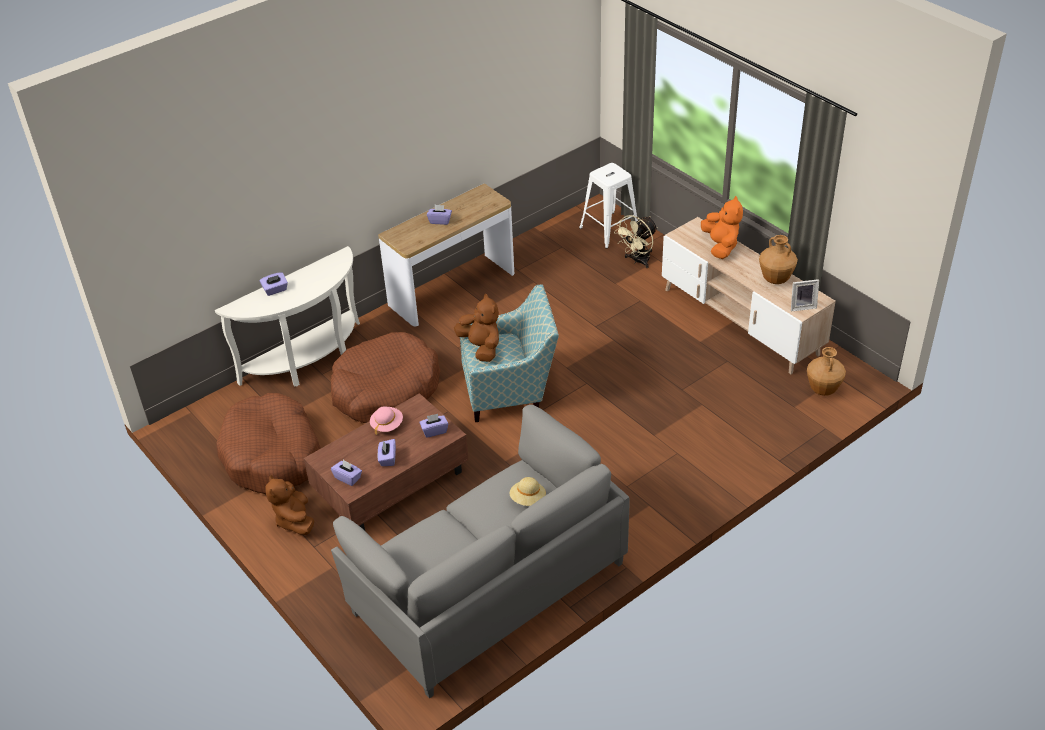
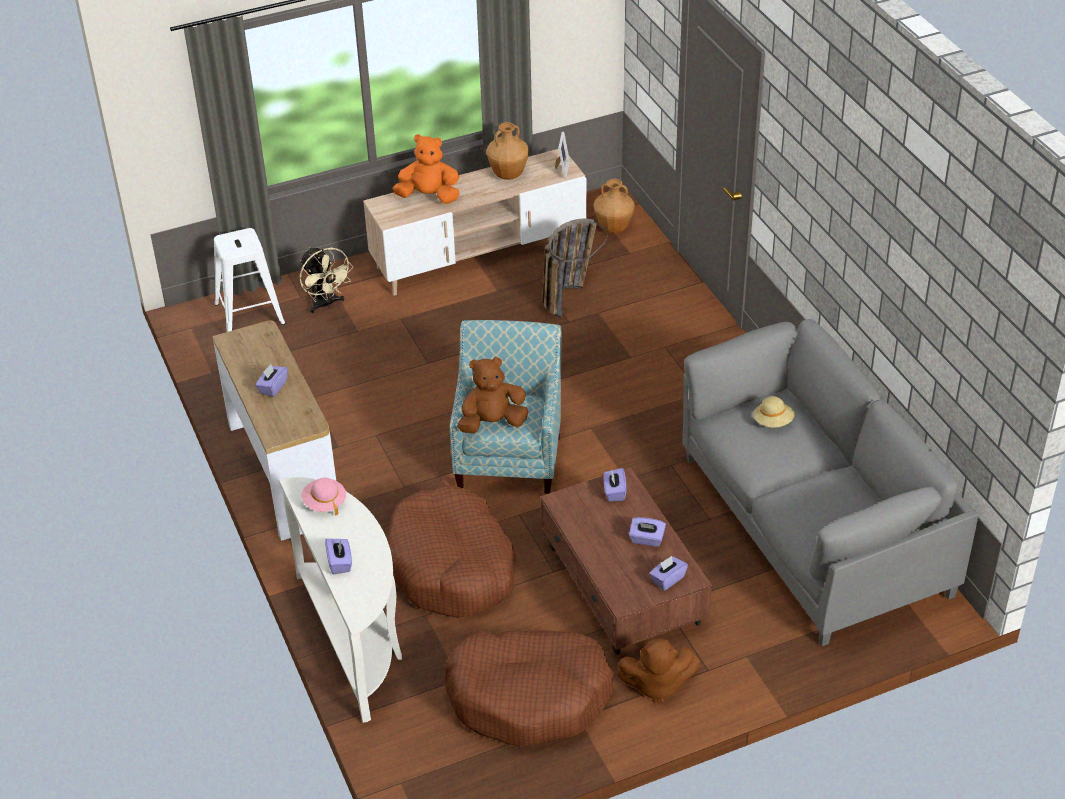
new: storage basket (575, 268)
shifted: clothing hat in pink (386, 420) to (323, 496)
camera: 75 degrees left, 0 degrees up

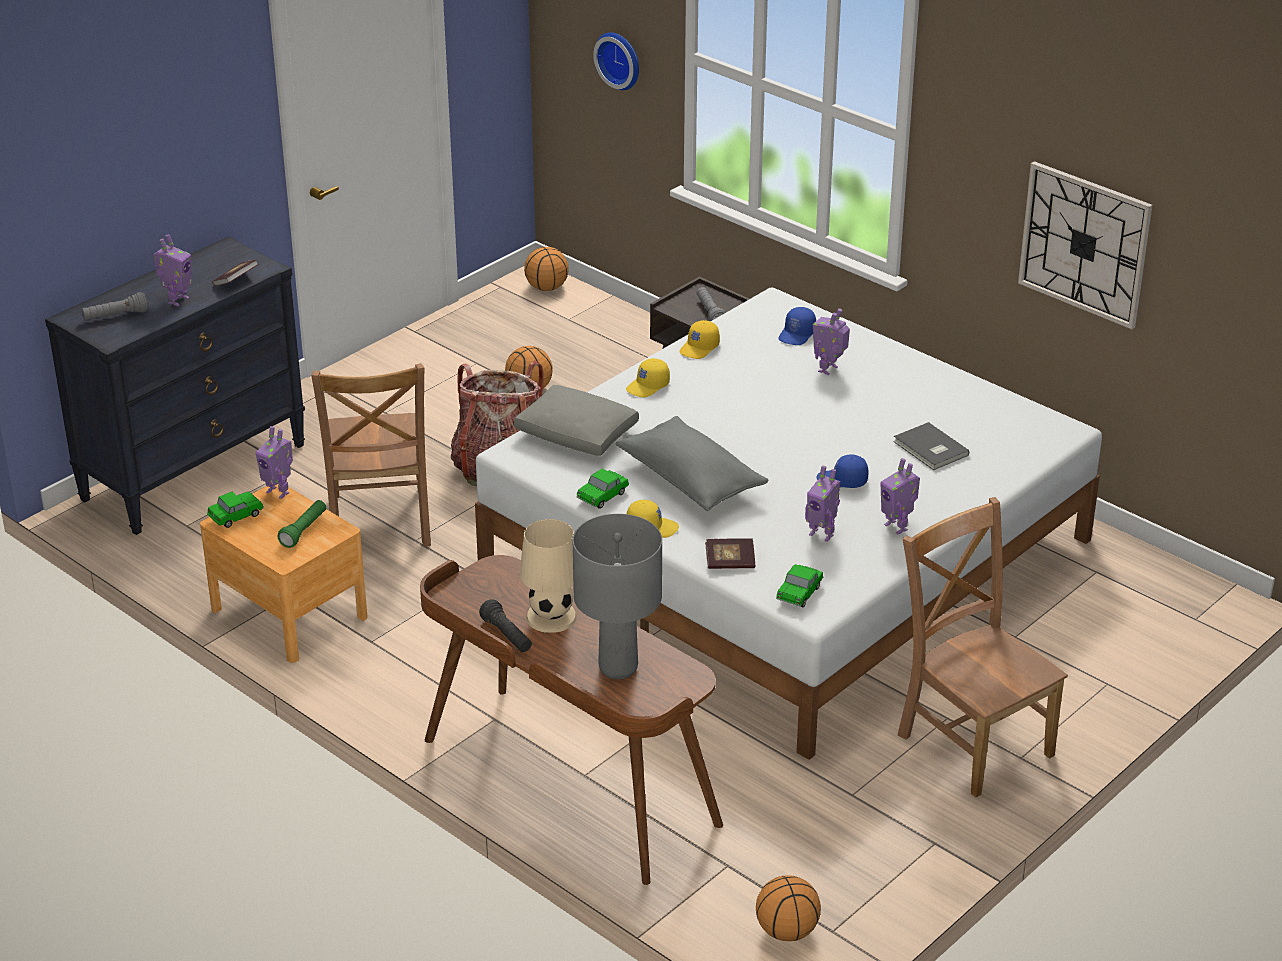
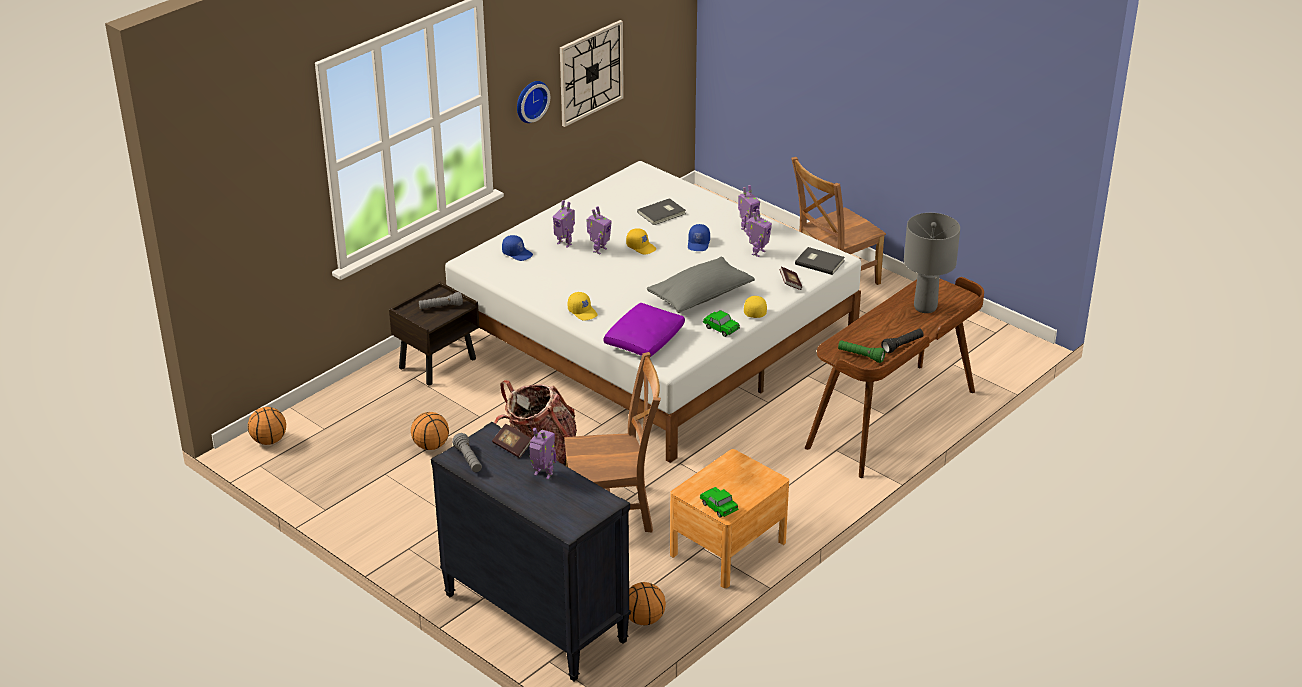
gone: lamp for a table in beige-coloured (548, 576)
shifted: torch in grey (115, 306) to (467, 452); model robot (274, 462) to (599, 230); torch in green-coloured (302, 524) to (862, 351); clock on the wall (616, 61) to (533, 102); baseball cap in yellow (699, 339) to (641, 241); basketball (788, 908) to (647, 603)
swapped: toy car (799, 585) to bound book in grey (820, 261)
repainted: cushion in grey (576, 420) to cushion in purple-coloured (644, 330)
camera: 90 degrees left, 0 degrees up

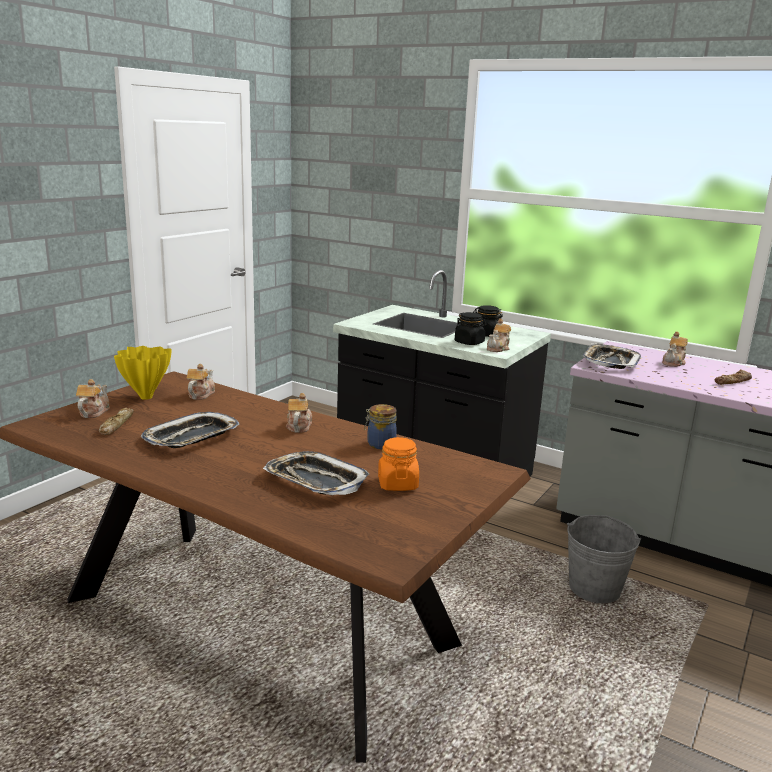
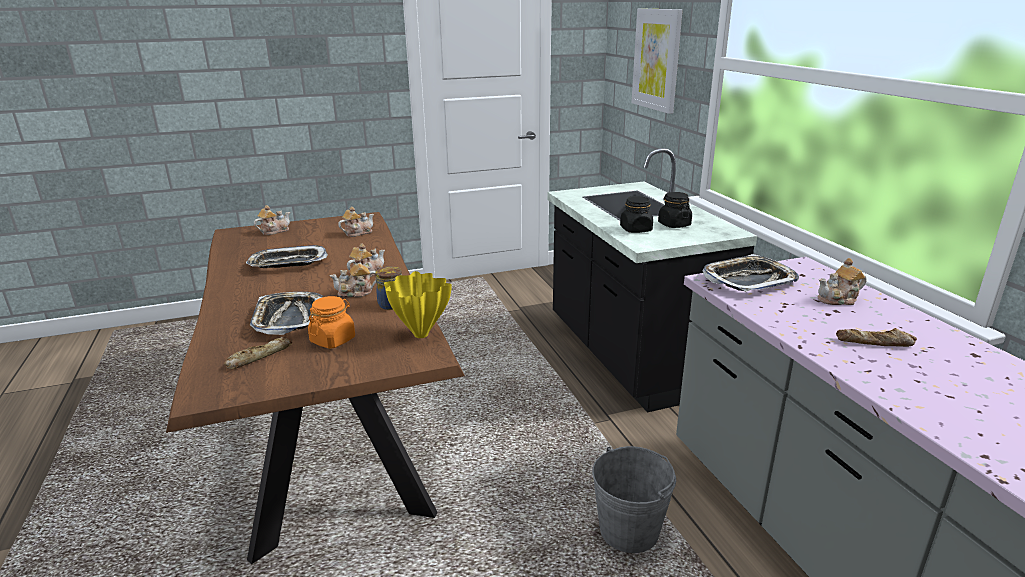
new: picture (657, 61)
shifted: baked bread (116, 421) to (258, 353); flower vase in yellow (143, 373) to (418, 304); pot for tea (499, 335) to (352, 277)
camera: 40 degrees right, 5 degrees up

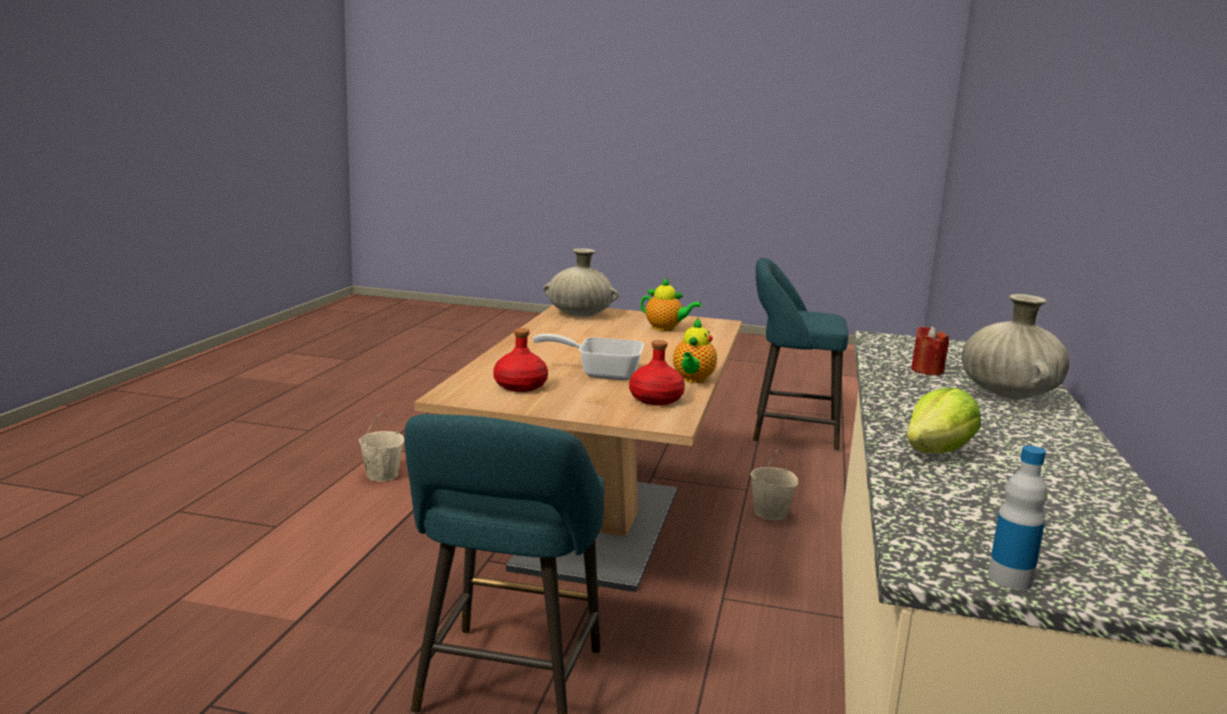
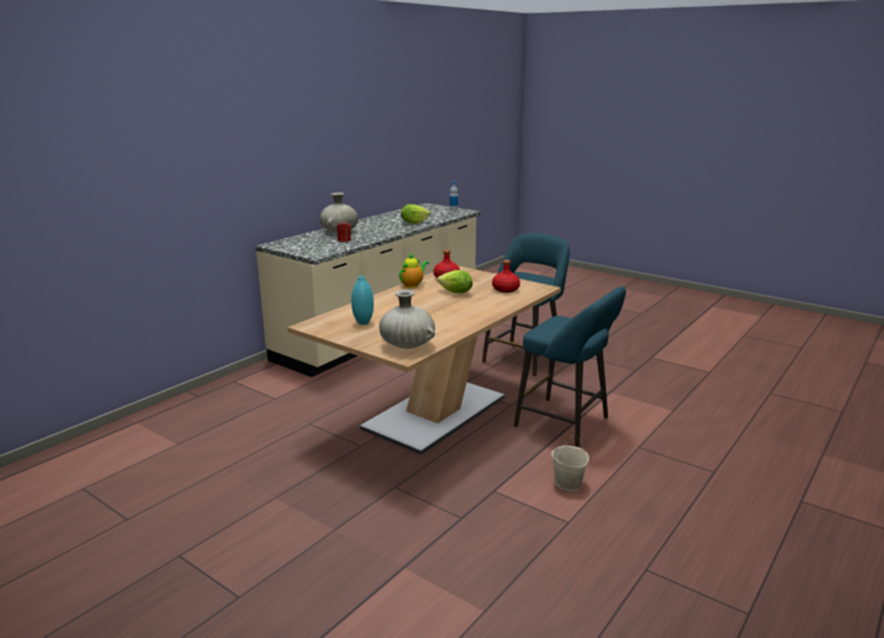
gone: water bucket in beige-coloured (774, 485)
shifted: stool in turquoise-coloured (800, 354) to (570, 366)
swapped: frying pan (588, 357) to head of lettuce (455, 281); pot for tea (671, 304) to flower vase in turquoise-coloured (362, 300)
camera: 155 degrees left, 5 degrees up

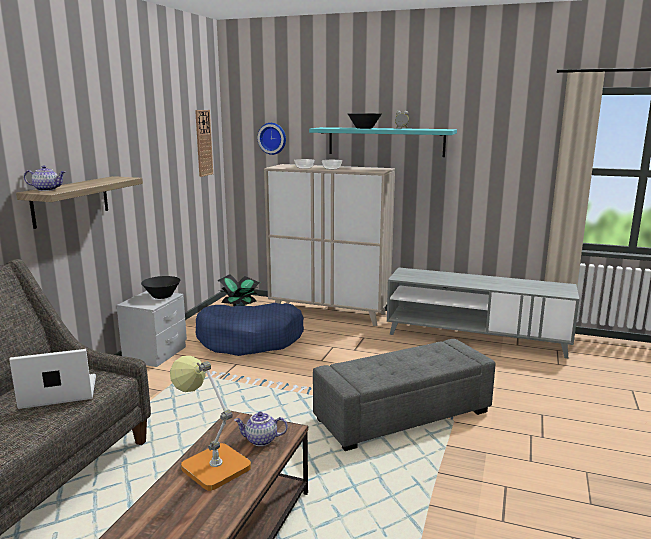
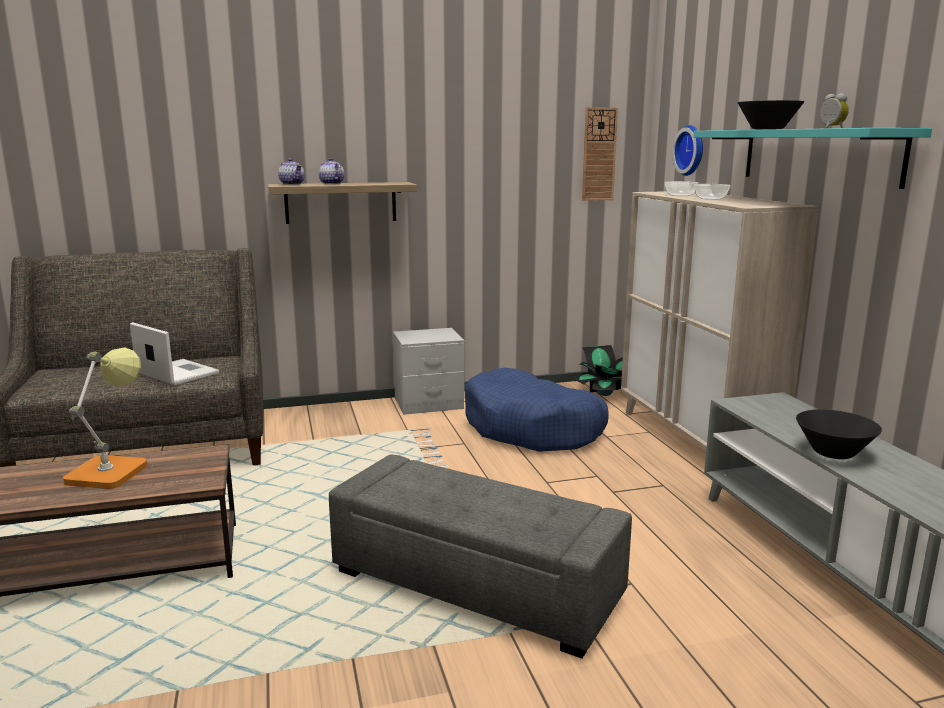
shifted: bowl in black-coloured (161, 287) to (839, 434); pot for tea (261, 429) to (331, 171)
camera: 55 degrees right, 0 degrees up

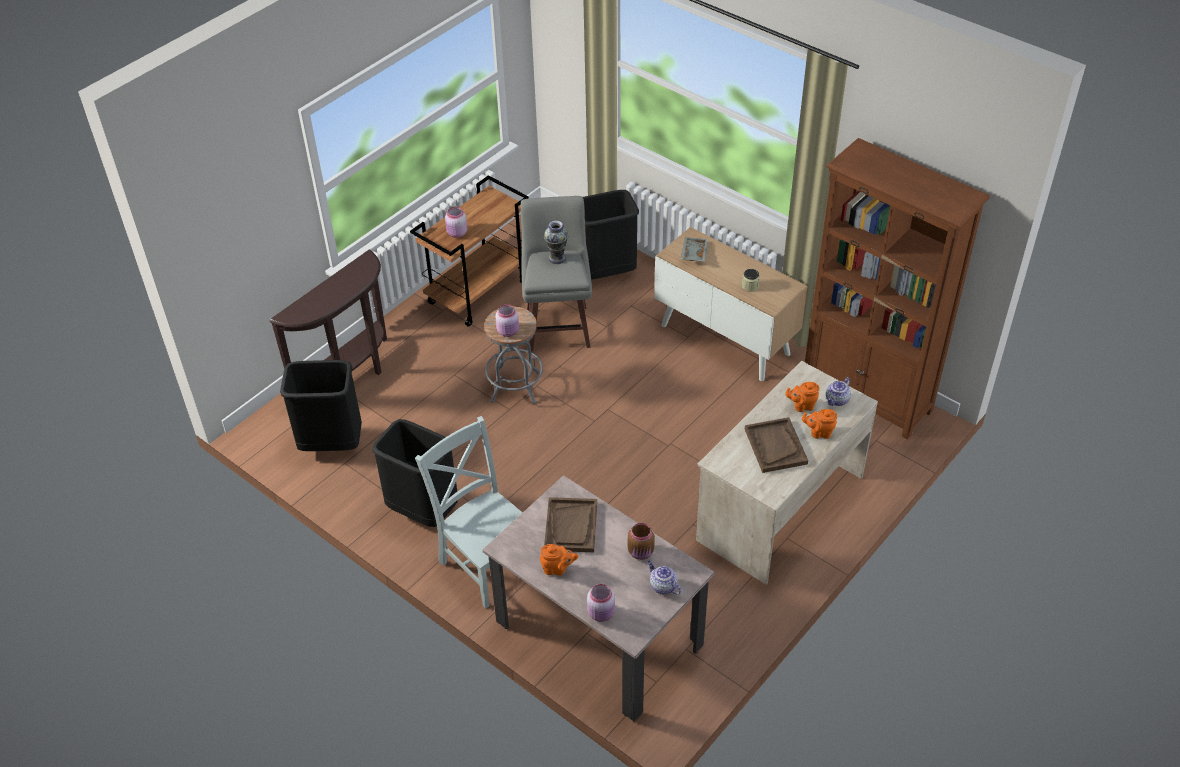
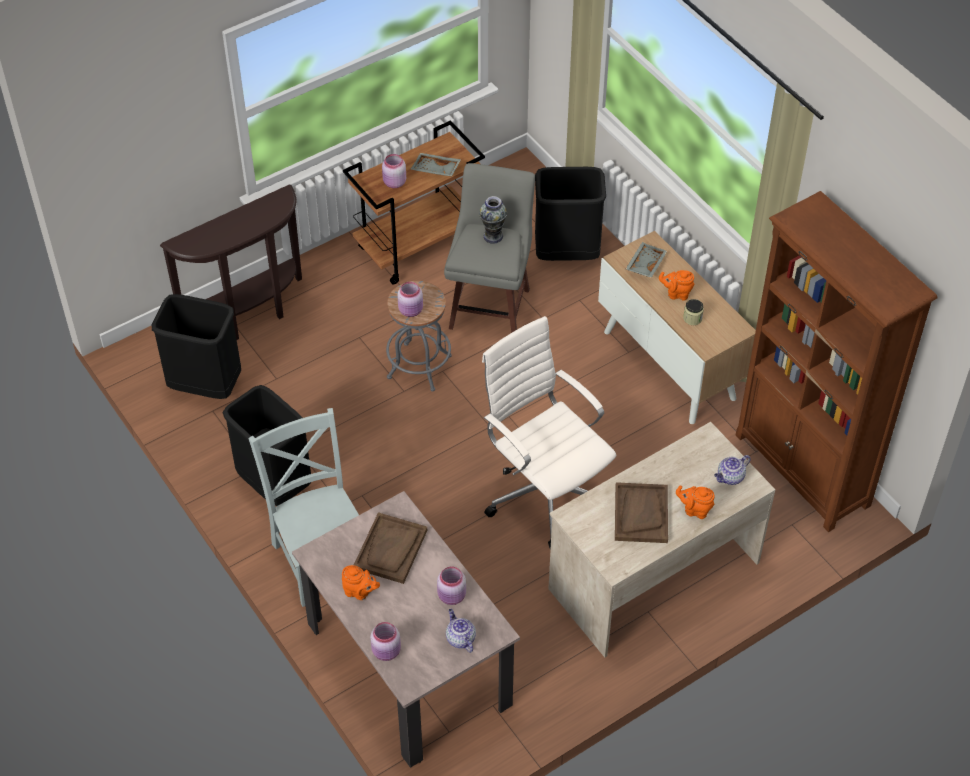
new: tray in grey (436, 165); desk chair in white (549, 433)
shifted: pot for tea in orange-coloured (802, 397) to (676, 285)
repainted: storage jar in brownish (641, 541) to storage jar in pink (451, 585)
camera: 15 degrees right, 5 degrees up

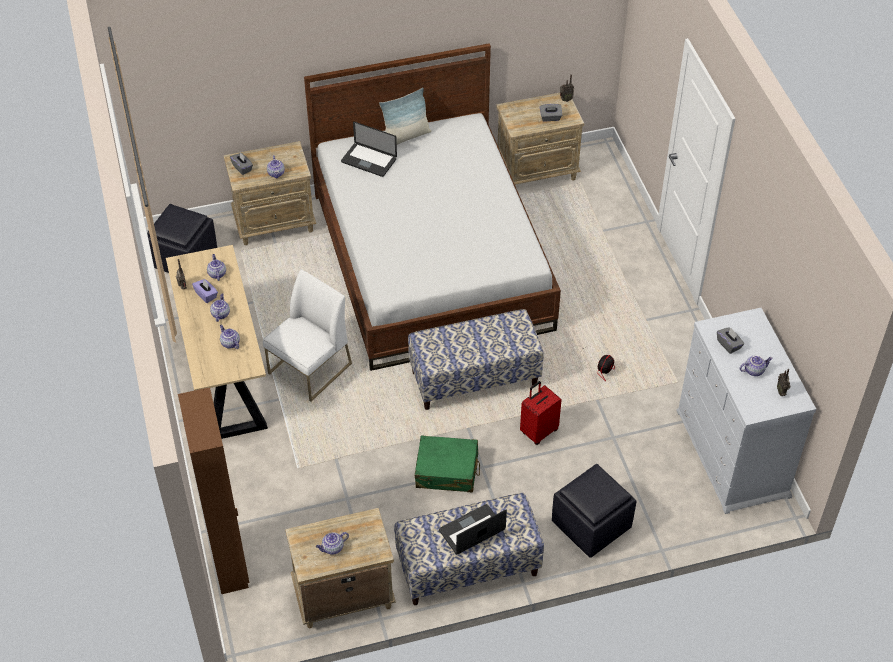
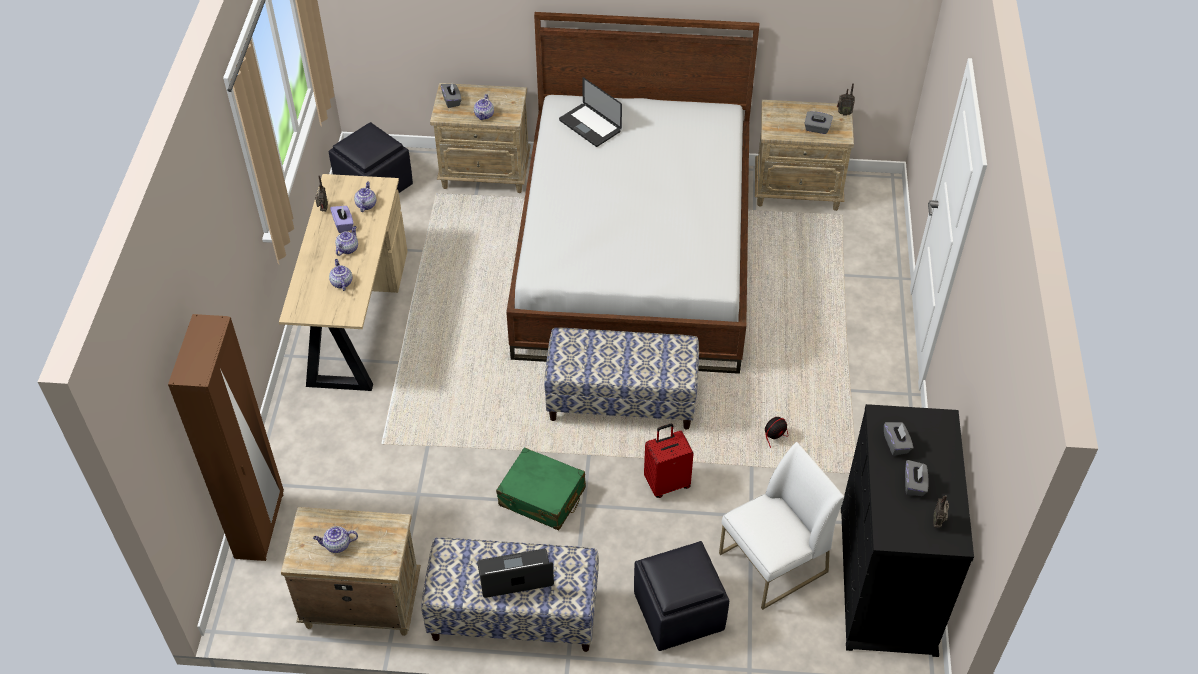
gone: cushion (405, 116)
shifted: chair in white (307, 335) to (781, 526)
swapped: pot for tea (756, 366) to tissue box in grey (916, 478)
repainted: dresser in white (746, 411) to dresser in black-coloured (907, 530)
camera: 20 degrees right, 0 degrees up

